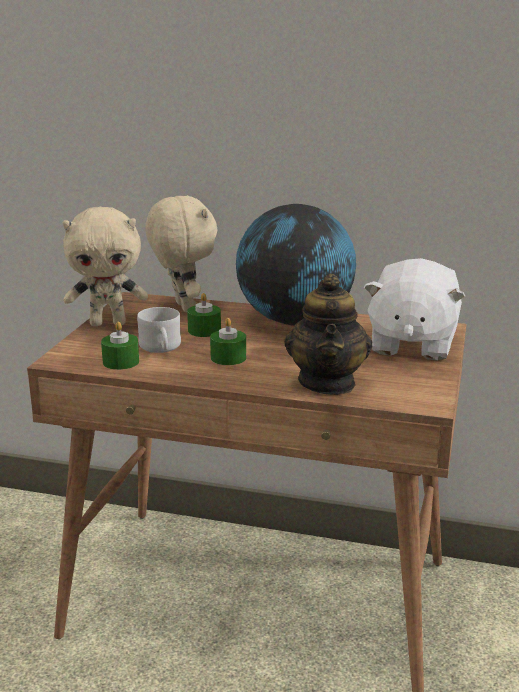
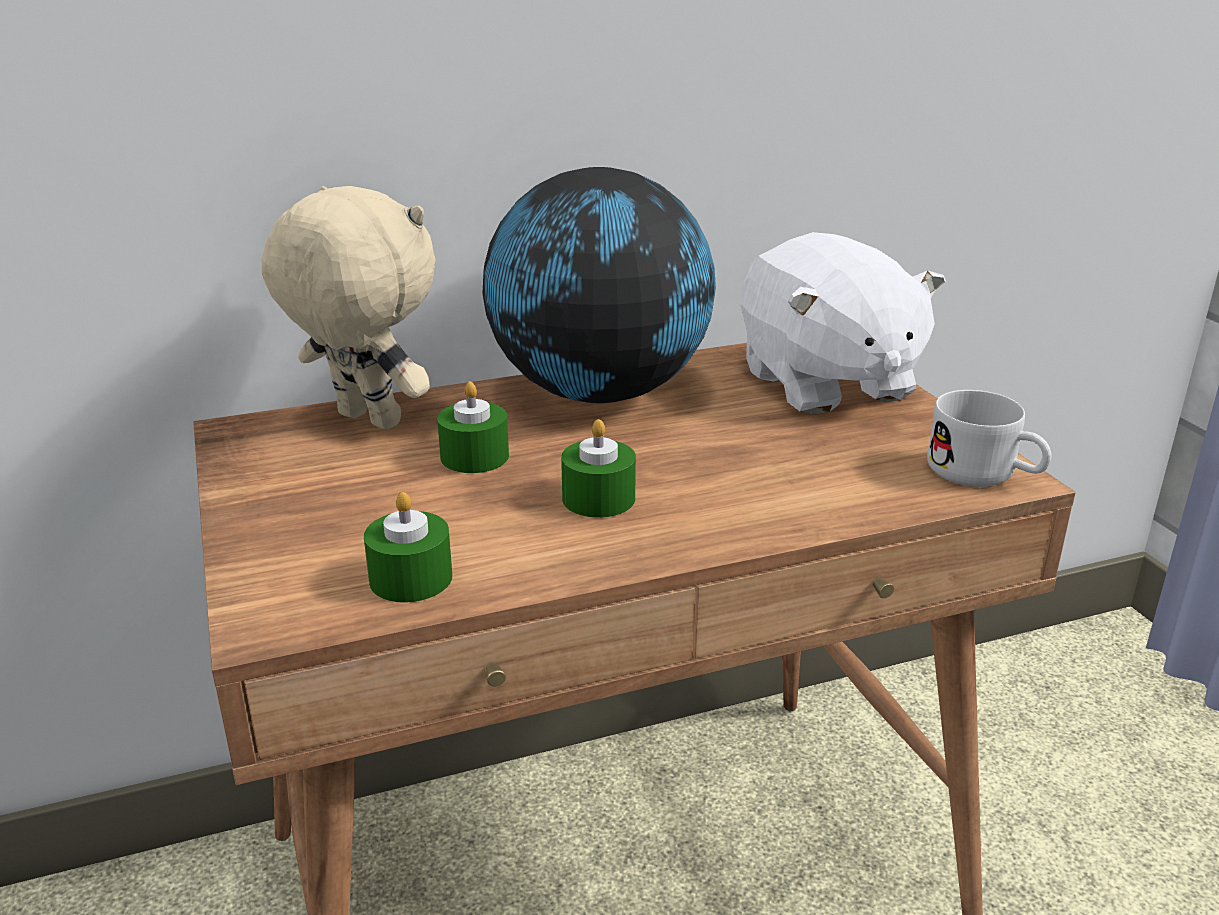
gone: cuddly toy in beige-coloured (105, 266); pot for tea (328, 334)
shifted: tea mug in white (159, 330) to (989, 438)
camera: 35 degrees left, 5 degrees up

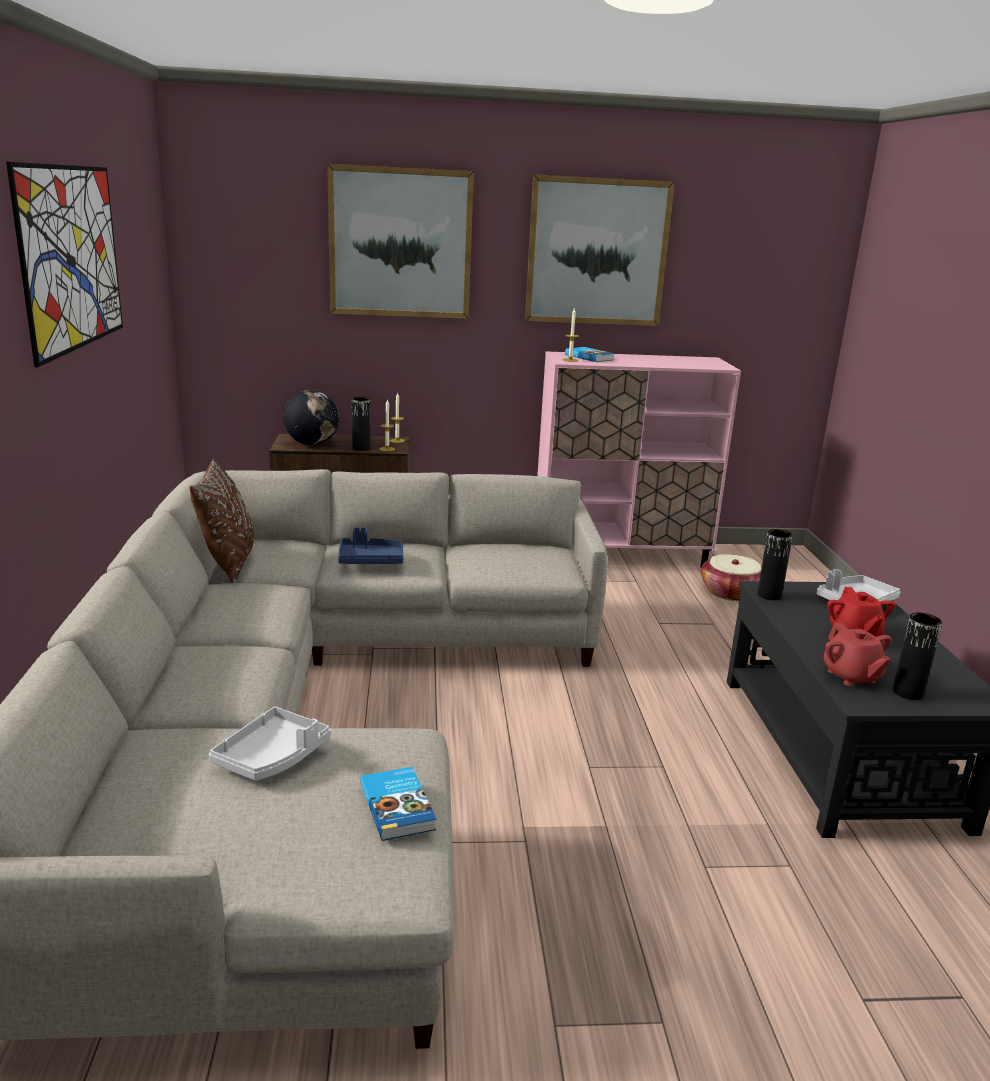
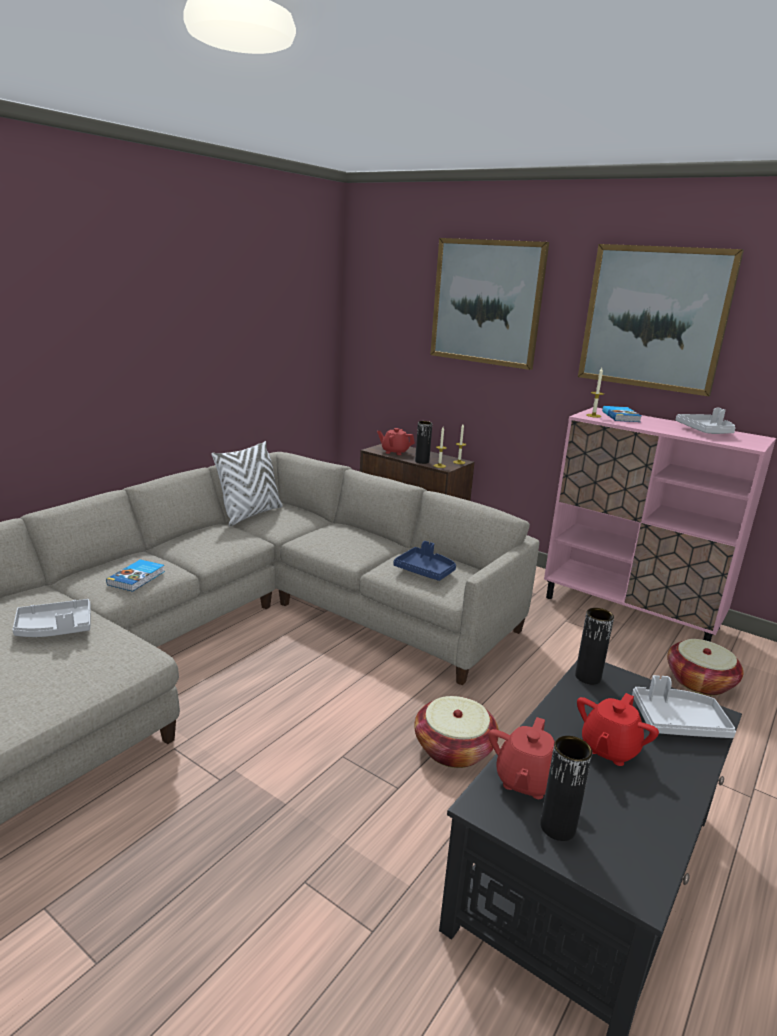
gone: picture (64, 264)
new: storage basket (456, 732); tray in grey (705, 421)
shifted: tray in bluish (370, 545) to (424, 561); bound book (398, 804) to (135, 575)
swapped: desk globe (311, 418) to pot for tea in red (396, 441)
repainted: cushion in brownish (222, 520) to cushion in white (246, 483)
camera: 40 degrees right, 0 degrees up

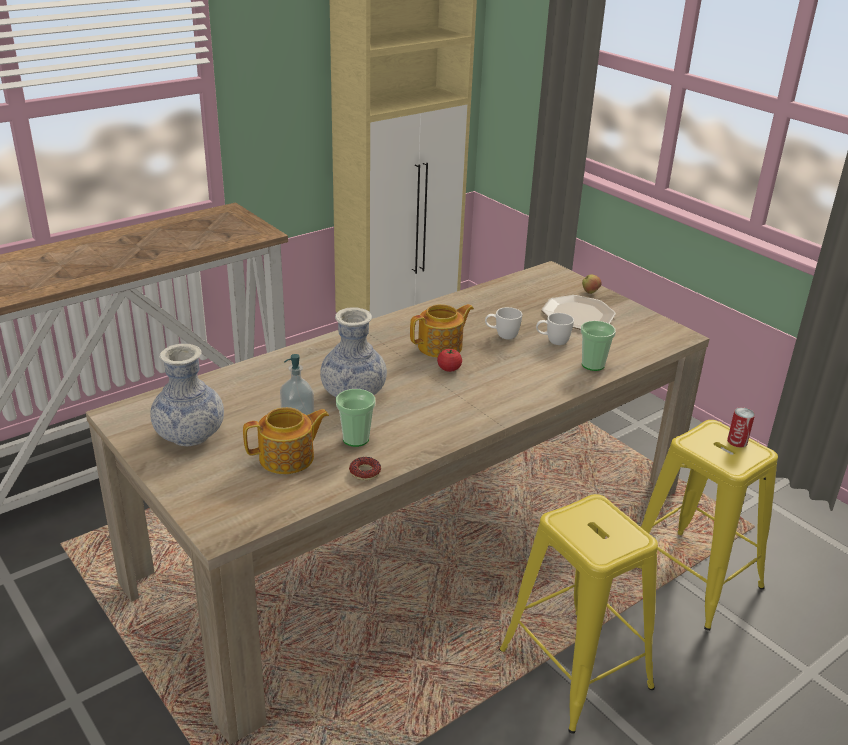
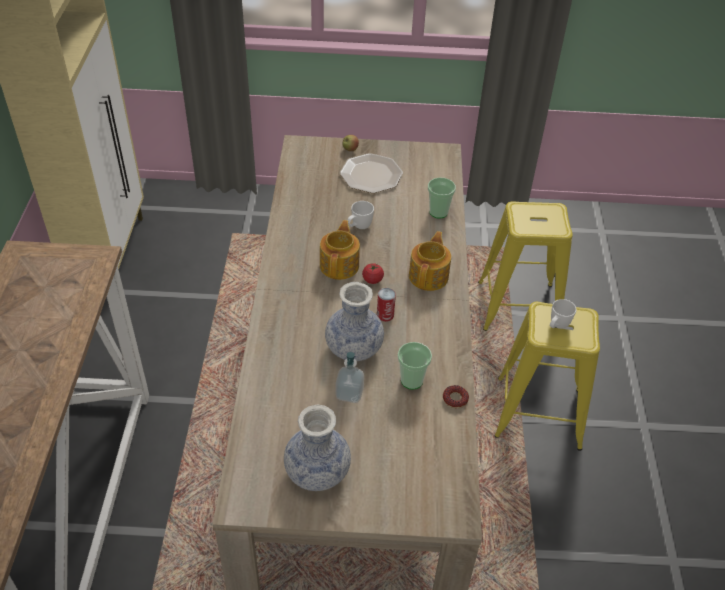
shifted: pot for tea (286, 440) to (430, 261); tea mug in white (555, 329) to (563, 314); sealed can (741, 427) to (386, 305)
camera: 50 degrees left, 15 degrees up

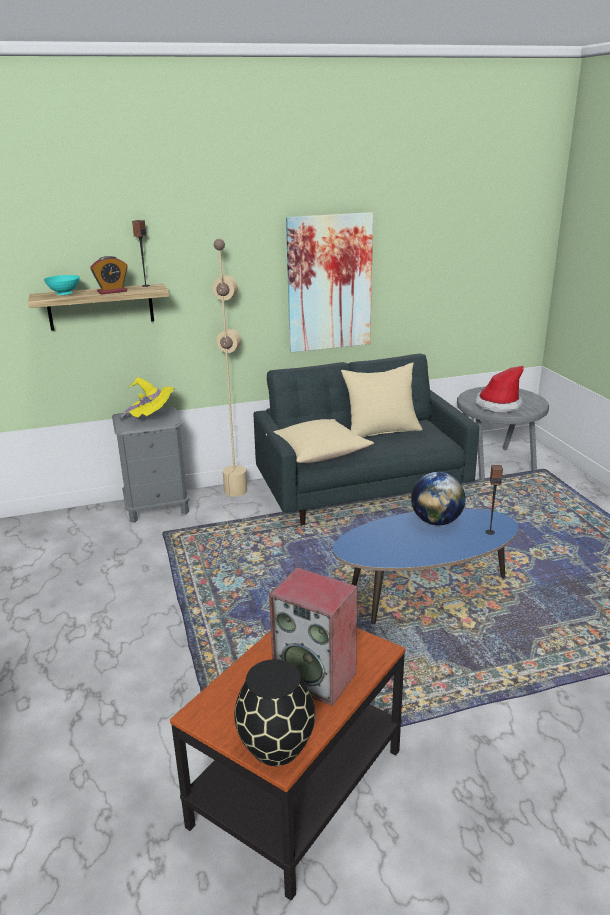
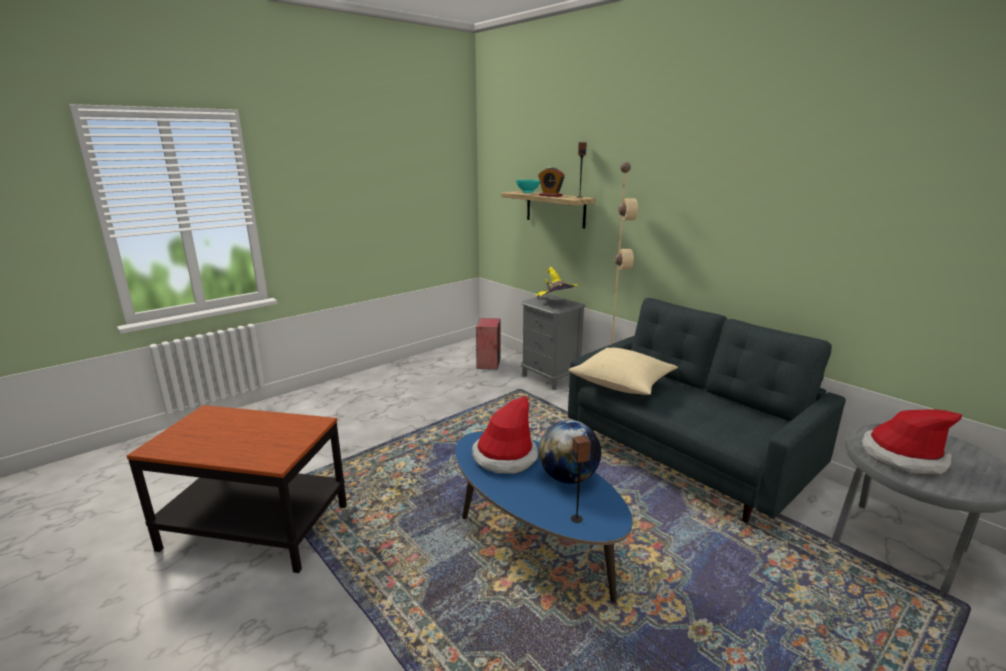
gone: flower vase in black-coloured (275, 712); picture (329, 282); cushion in beige-coloured (381, 399)
new: clothing hat (505, 435)
shifted: loudspeaker (313, 636) to (488, 344)
camera: 65 degrees right, 5 degrees down

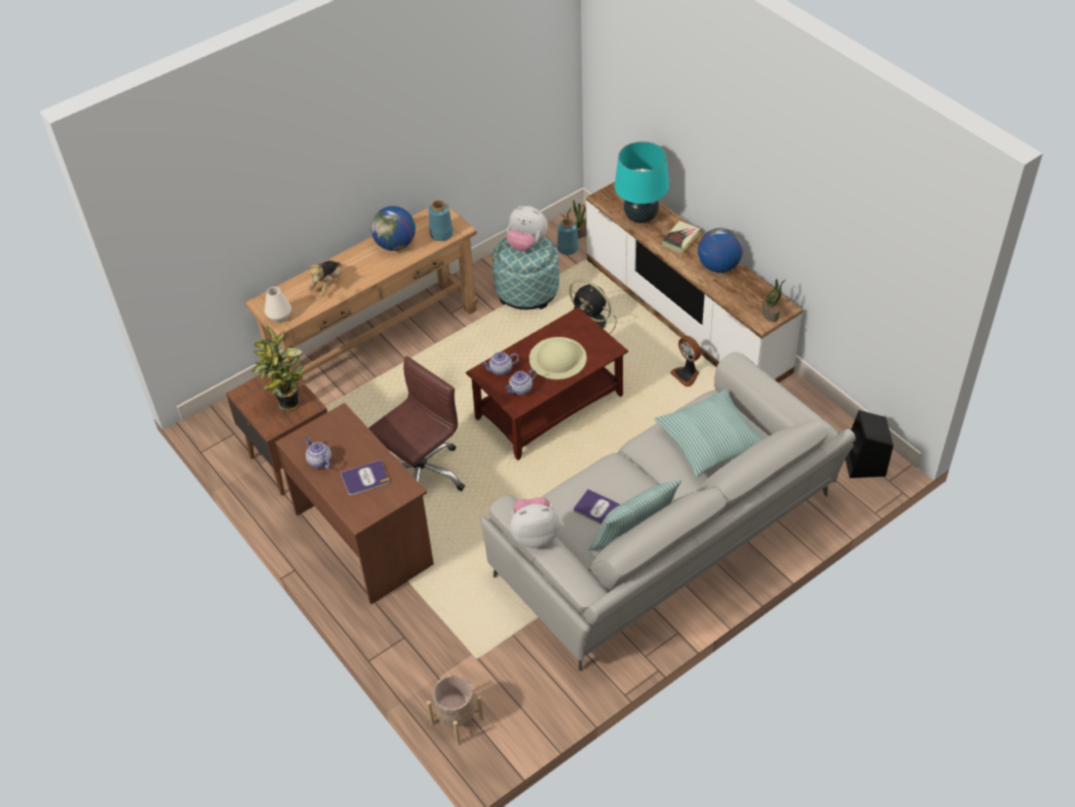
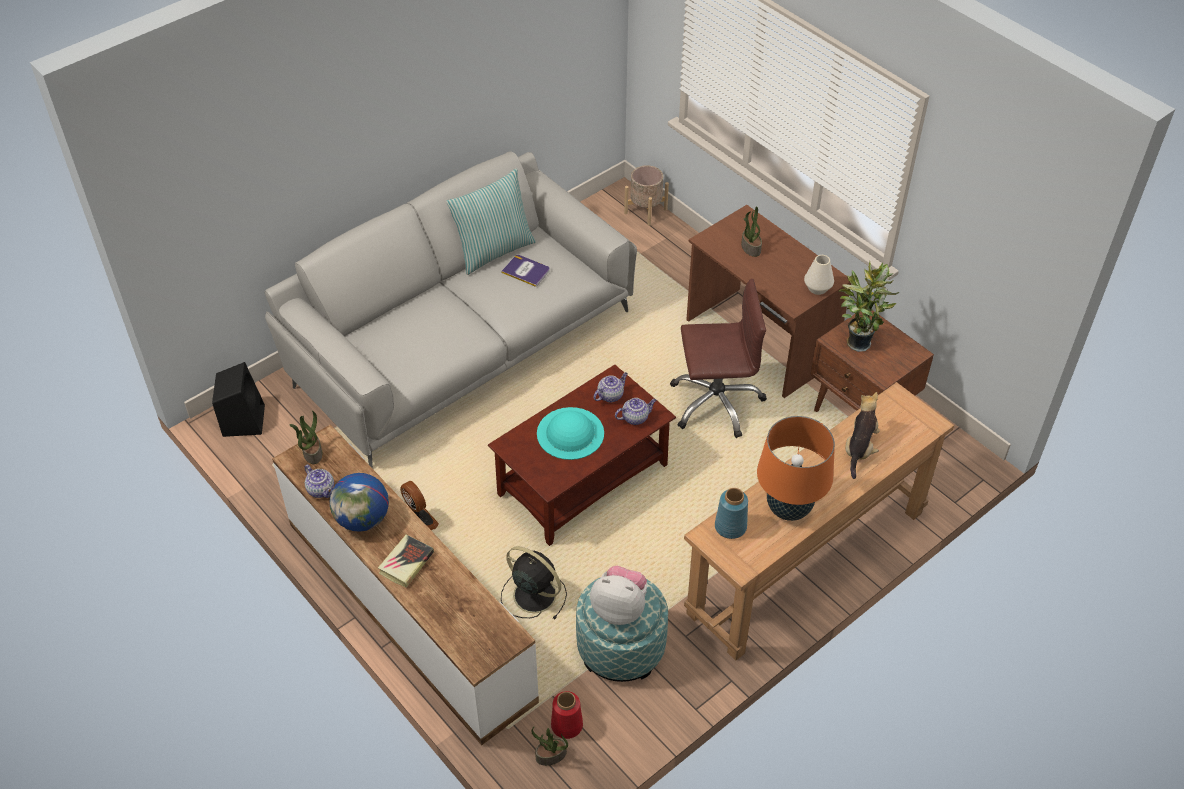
gone: cuddly toy (535, 522); lamp for a table in turquoise-coloured (641, 182); cushion (708, 433)
shifted: flower vase in white (277, 305) to (819, 275); pot for tea (318, 453) to (319, 481)
swapped: bound book (365, 478) to houseplant (751, 232); desk globe (393, 228) to lamp for a table in orange-coloured (796, 468)
repainted: clothing hat in beige-coloured (558, 358) to clothing hat in turquoise-coloured (570, 433); flower vase in bluish (568, 236) to flower vase in red (567, 715)
rotated: desk chair in brownish (417, 423) = (718, 358) 135 degrees counterclockwise
camera: 175 degrees right, 0 degrees up

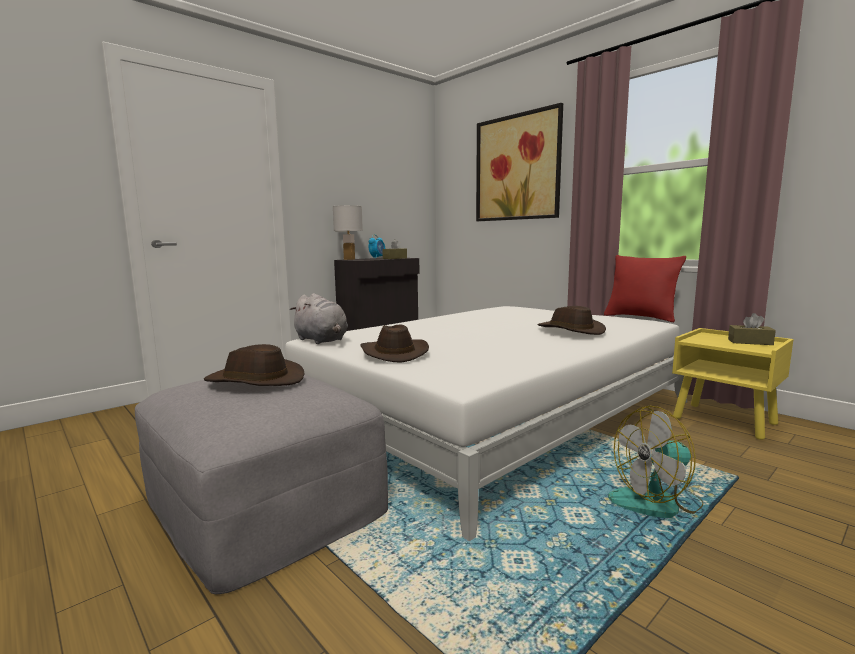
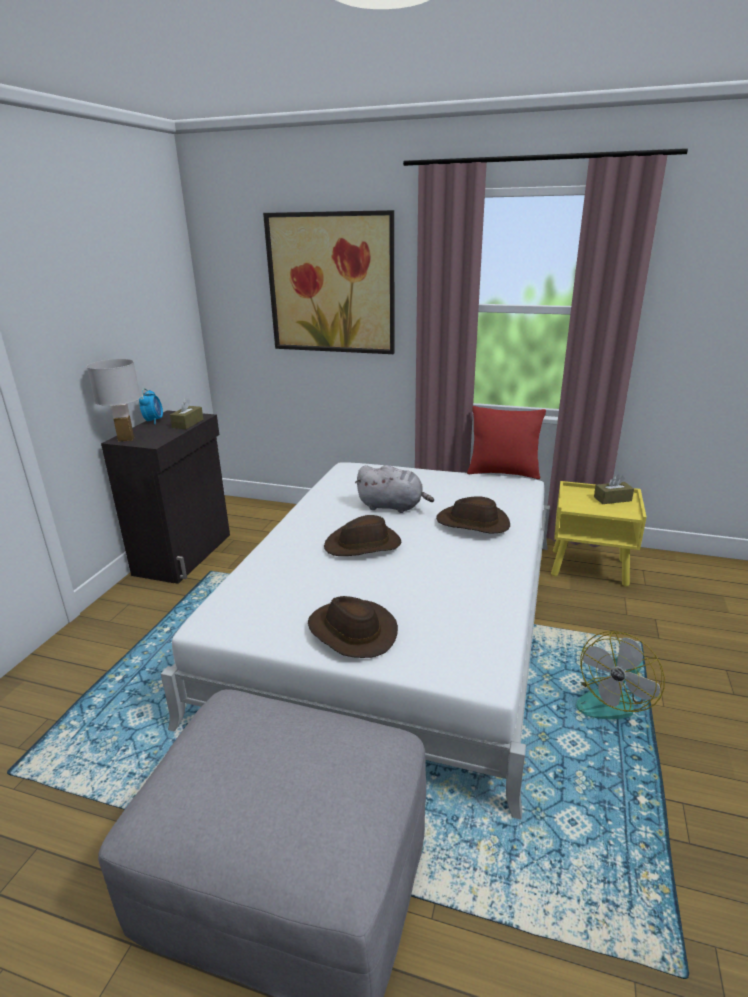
shifted: clothing hat in brownish (254, 365) to (363, 535); cuddly toy in grey (319, 318) to (394, 489)
camera: 30 degrees left, 15 degrees up

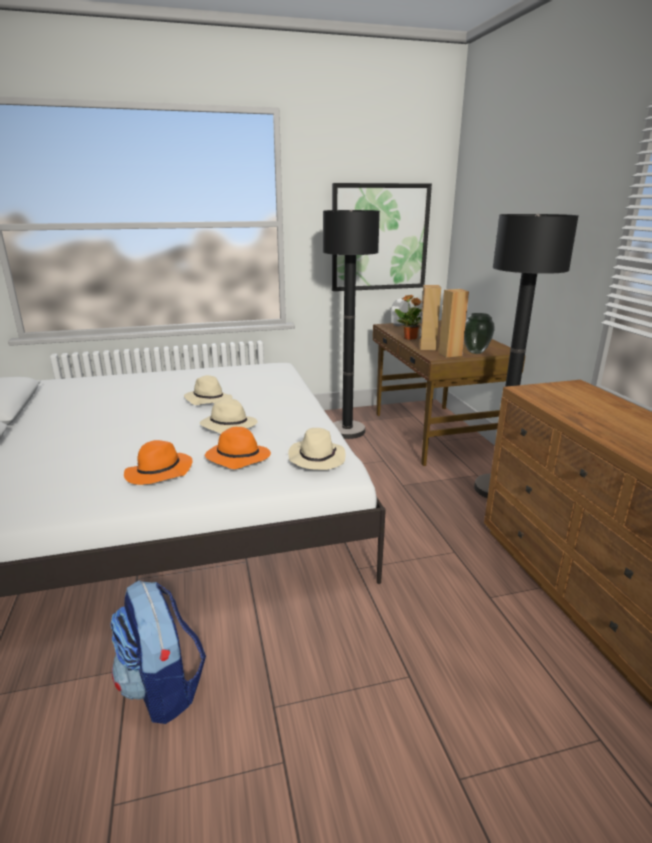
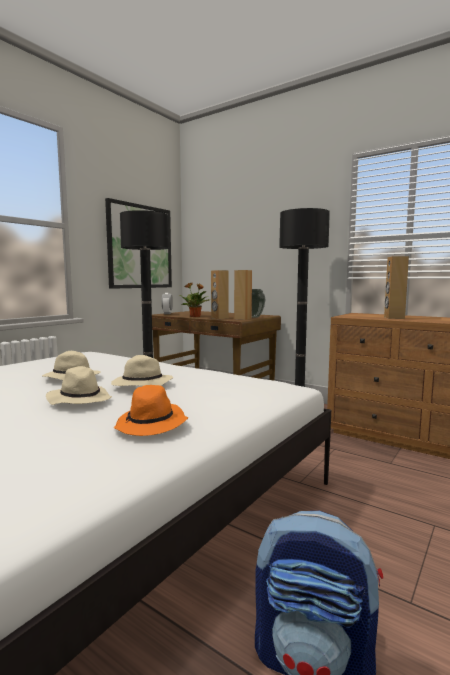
gone: clothing hat in orange-coloured (238, 448)
new: loudspeaker in brownish (396, 287)
shifted: clothing hat in beige-coloured (316, 449) to (79, 385)
camera: 40 degrees left, 15 degrees down

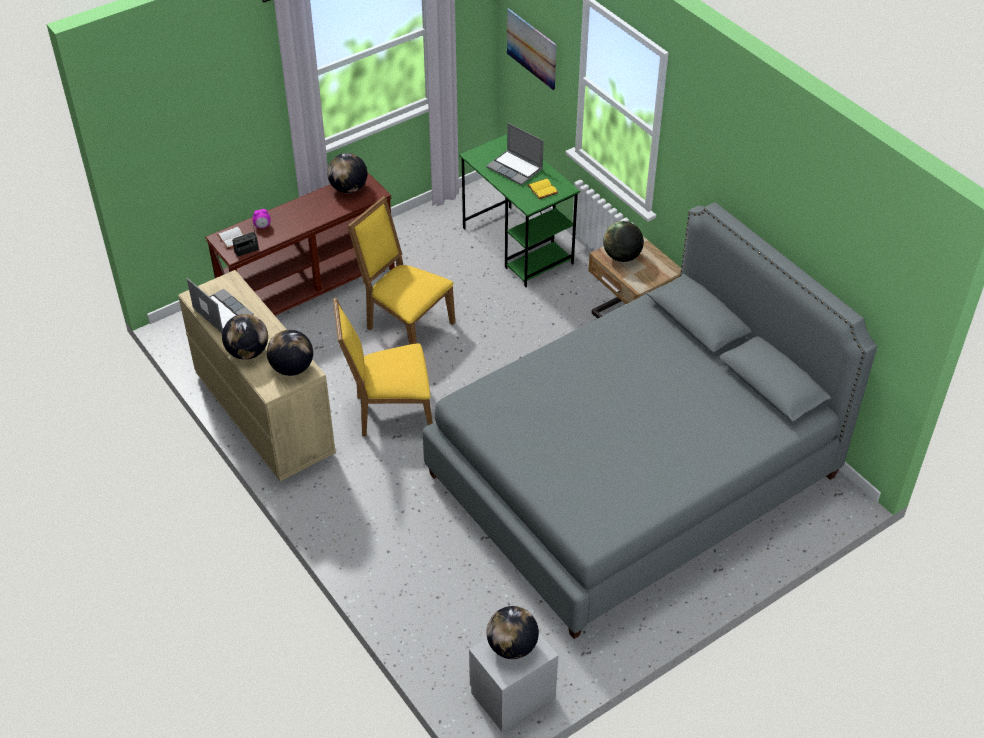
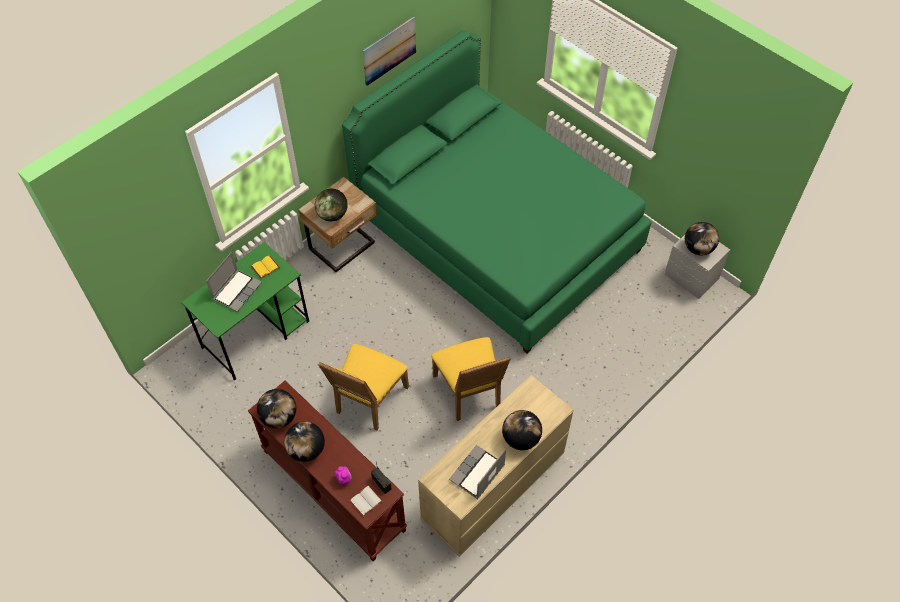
shifted: desk globe (290, 353) to (304, 441); picture (532, 49) to (389, 51)
repainted: bedroom bed in grey (649, 421) to bedroom bed in green-coloured (497, 192)
camera: 100 degrees left, 10 degrees up

